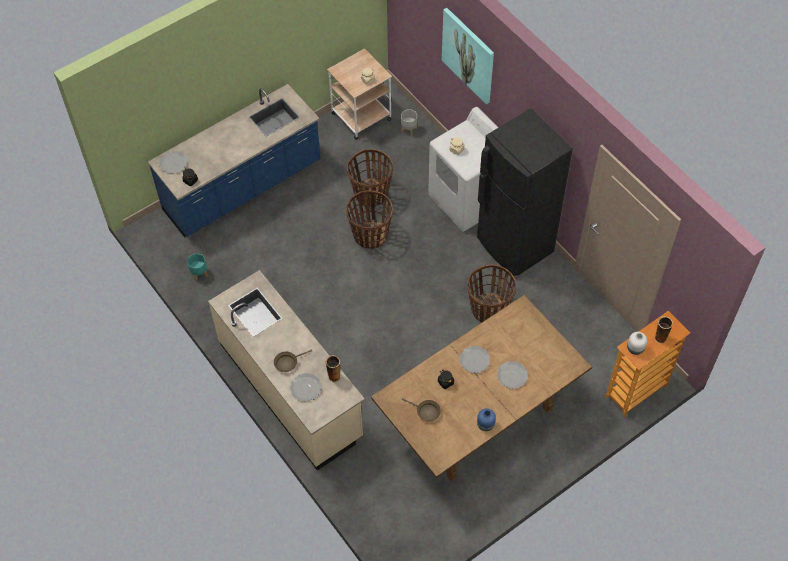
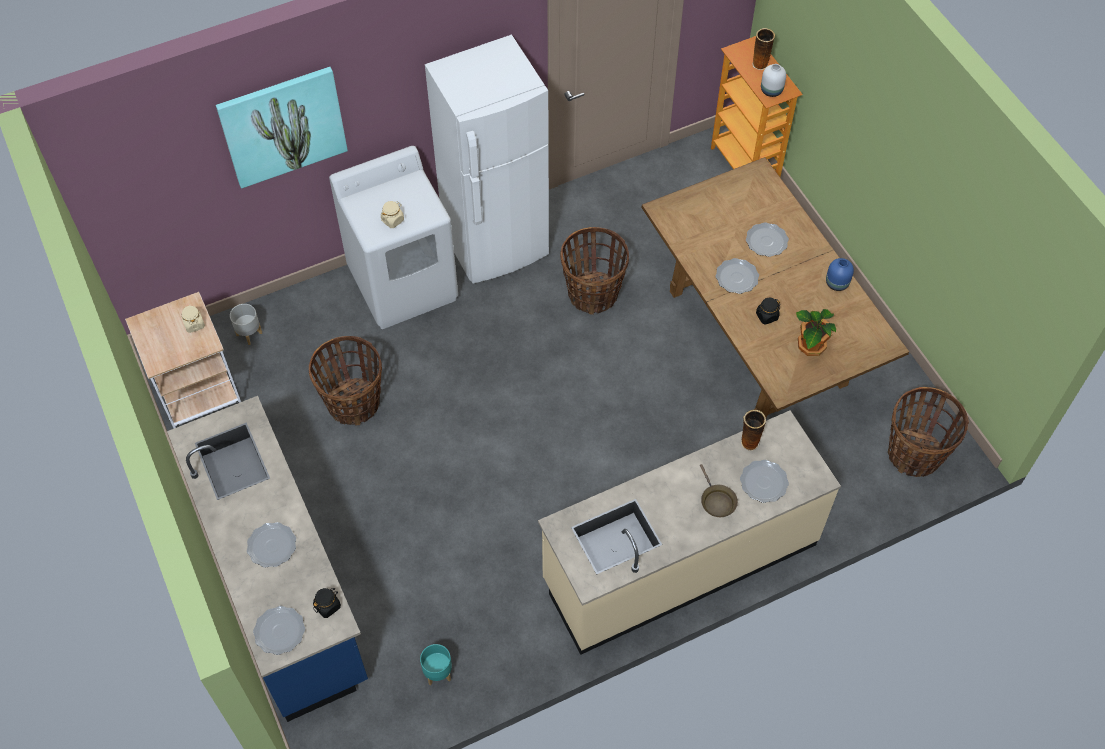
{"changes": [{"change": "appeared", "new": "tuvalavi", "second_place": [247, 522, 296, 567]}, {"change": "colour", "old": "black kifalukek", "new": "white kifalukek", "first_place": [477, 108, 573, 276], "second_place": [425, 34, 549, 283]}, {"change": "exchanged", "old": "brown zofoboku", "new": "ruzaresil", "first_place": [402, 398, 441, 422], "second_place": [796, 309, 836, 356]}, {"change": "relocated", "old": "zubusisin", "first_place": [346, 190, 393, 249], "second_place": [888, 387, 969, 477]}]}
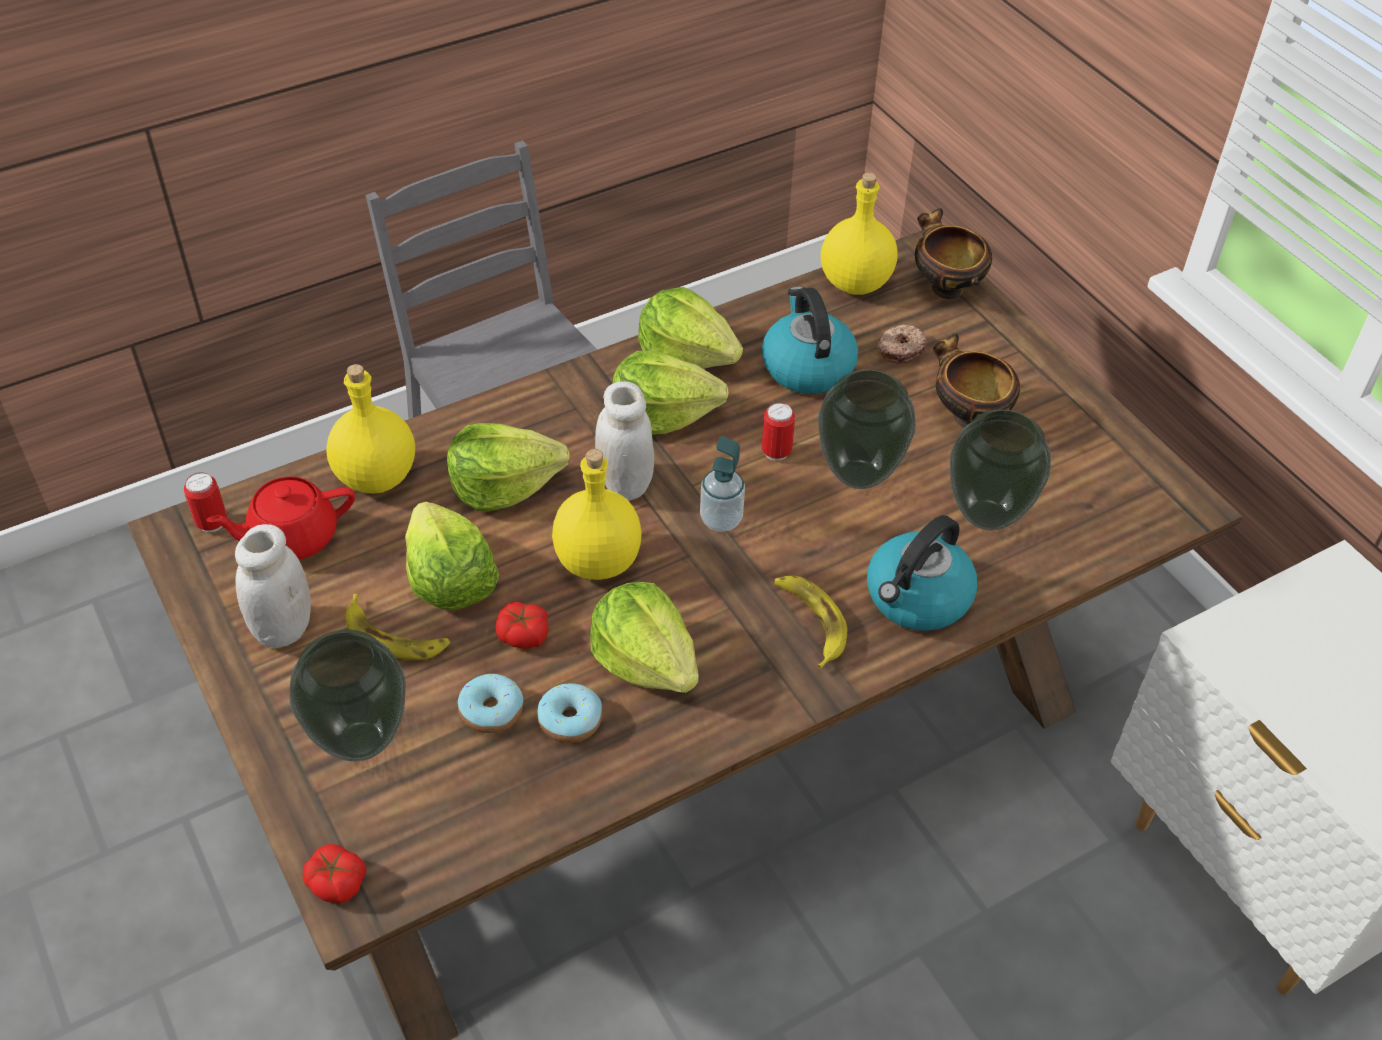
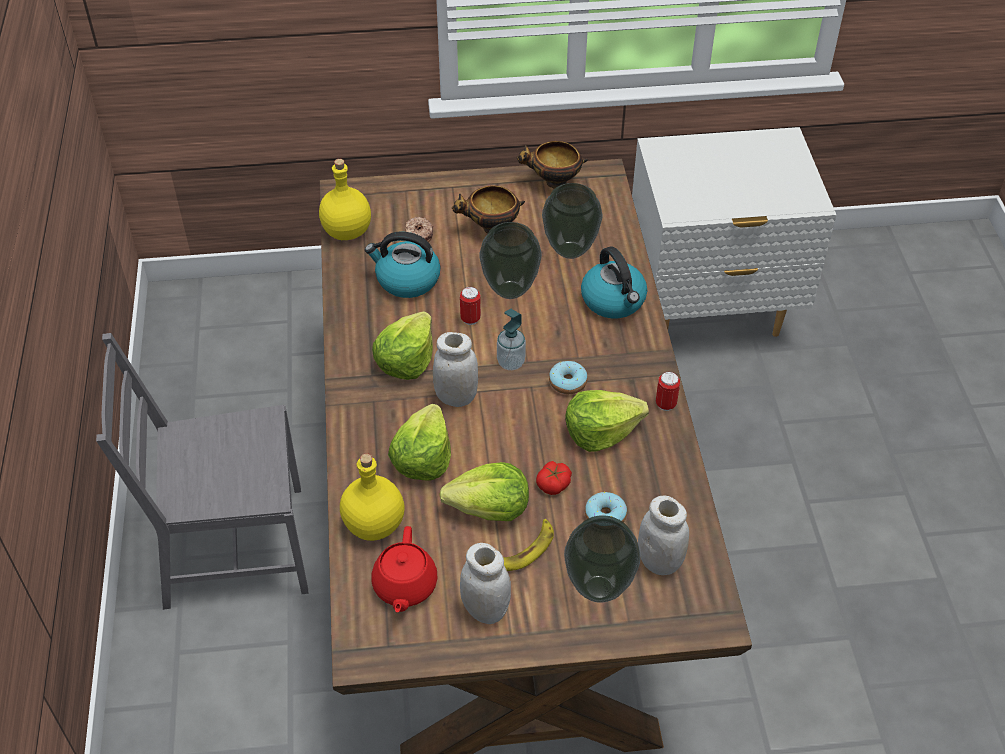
{"changes": [{"change": "relocated", "old": "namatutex", "first_place": [915, 208, 992, 299], "second_place": [517, 141, 588, 189]}, {"change": "relocated", "old": "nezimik", "first_place": [537, 683, 602, 743], "second_place": [549, 361, 588, 394]}, {"change": "appeared", "new": "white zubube", "second_place": [638, 496, 689, 575]}, {"change": "relocated", "old": "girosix", "first_place": [184, 472, 227, 532], "second_place": [656, 371, 680, 411]}, {"change": "missing", "old": "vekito", "first_place": [303, 844, 366, 903]}, {"change": "missing", "old": "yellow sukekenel", "first_place": [552, 449, 642, 580]}, {"change": "missing", "old": "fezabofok", "first_place": [638, 287, 743, 369]}, {"change": "missing", "old": "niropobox", "first_place": [775, 576, 847, 668]}]}
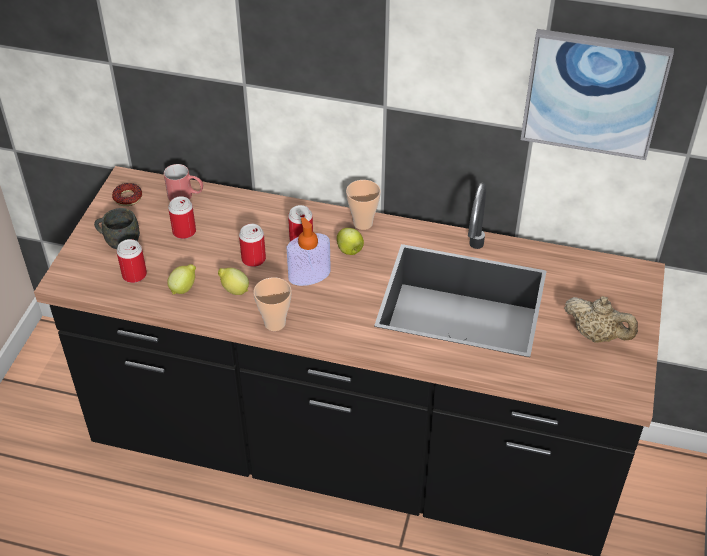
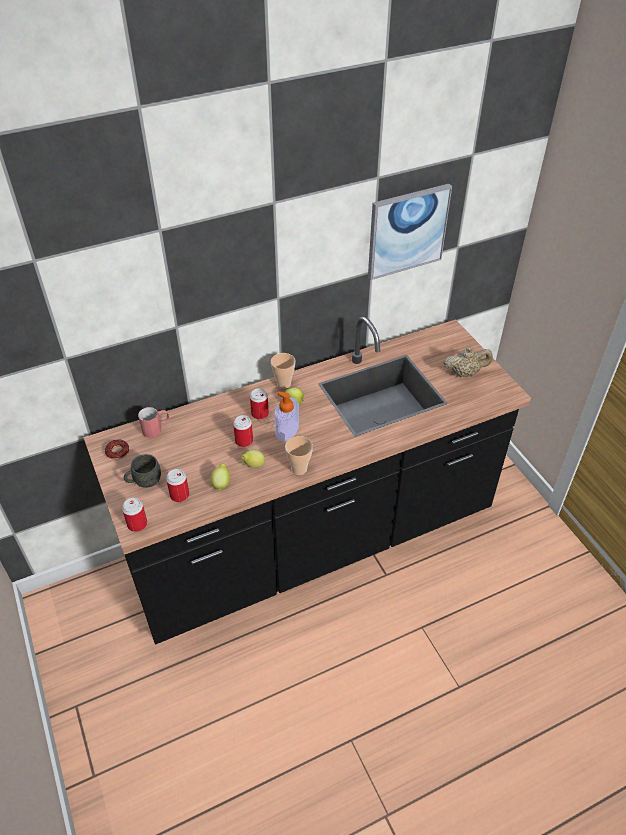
{"changes": [{"change": "relocated", "old": "girosix", "first_place": [168, 196, 196, 239], "second_place": [122, 498, 147, 532]}]}
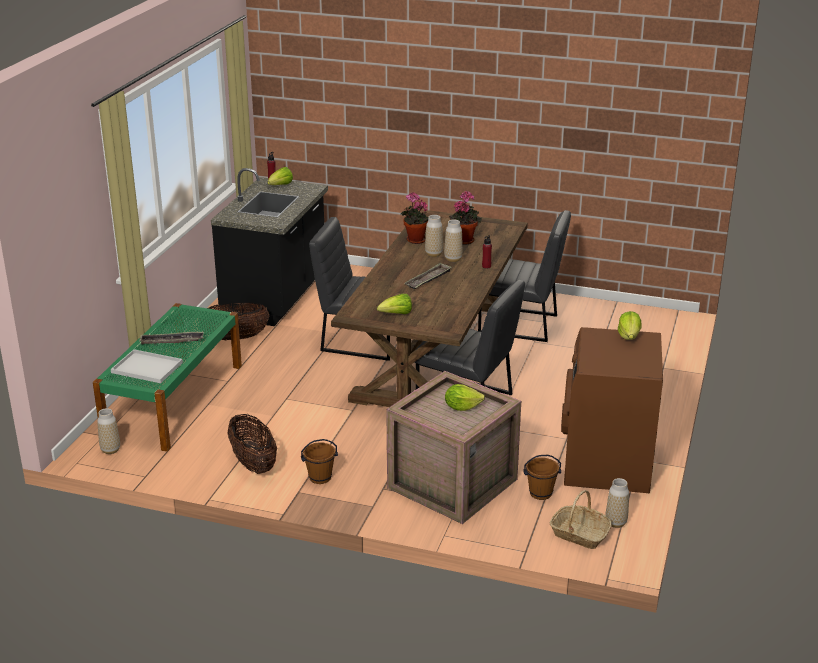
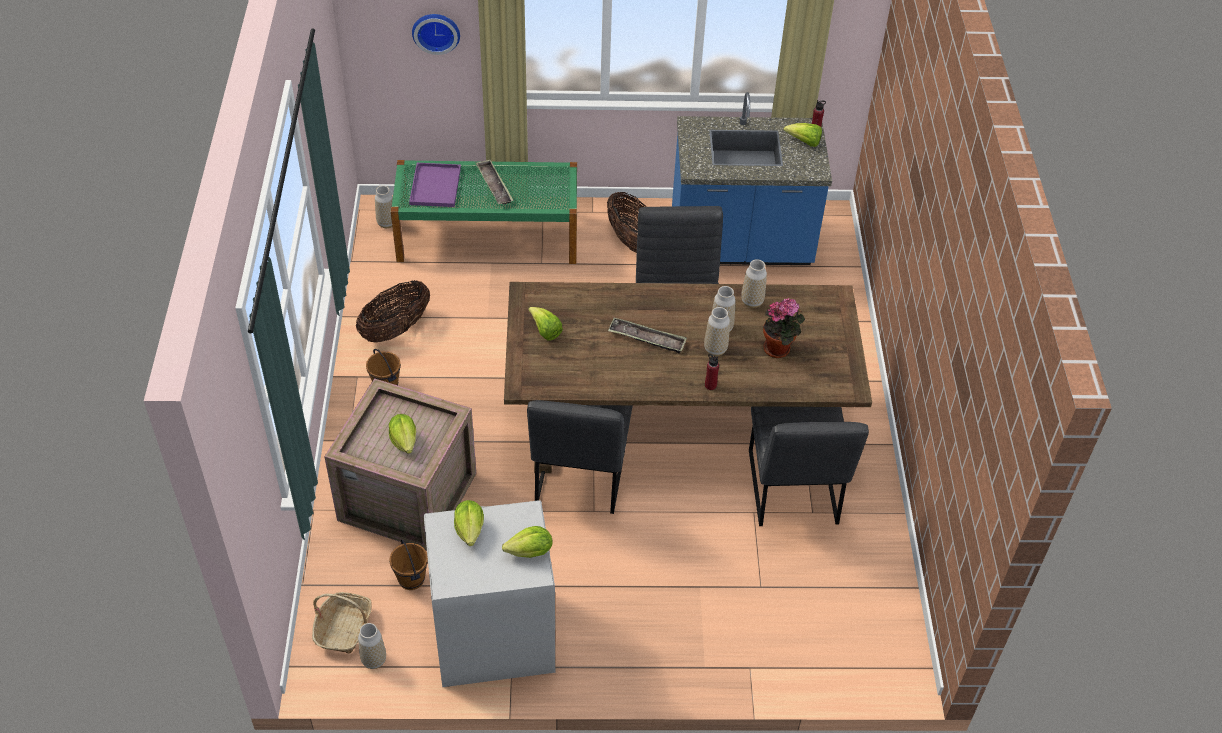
{"changes": [{"change": "colour", "old": "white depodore", "new": "purple depodore", "first_place": [111, 349, 183, 383], "second_place": [409, 163, 461, 207]}, {"change": "appeared", "new": "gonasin", "second_place": [412, 14, 460, 55]}, {"change": "colour", "old": "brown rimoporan", "new": "white rimoporan", "first_place": [561, 327, 663, 493], "second_place": [424, 500, 555, 687]}, {"change": "appeared", "new": "fezabofok", "second_place": [454, 500, 484, 546]}, {"change": "colour", "old": "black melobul", "new": "blue melobul", "first_place": [211, 168, 328, 326], "second_place": [672, 92, 832, 265]}, {"change": "exchanged", "old": "ruzaresil", "new": "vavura", "first_place": [401, 192, 428, 244], "second_place": [741, 259, 767, 308]}]}
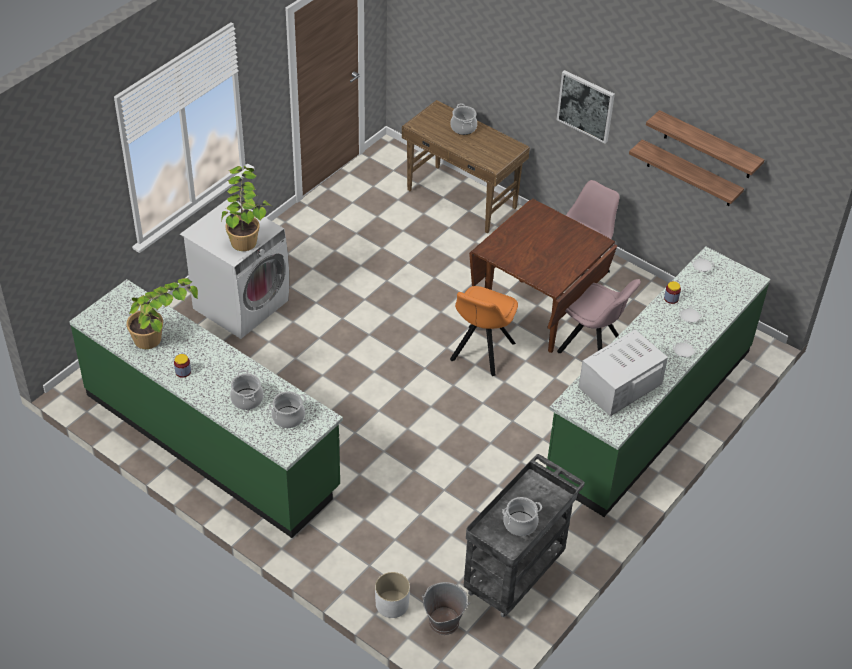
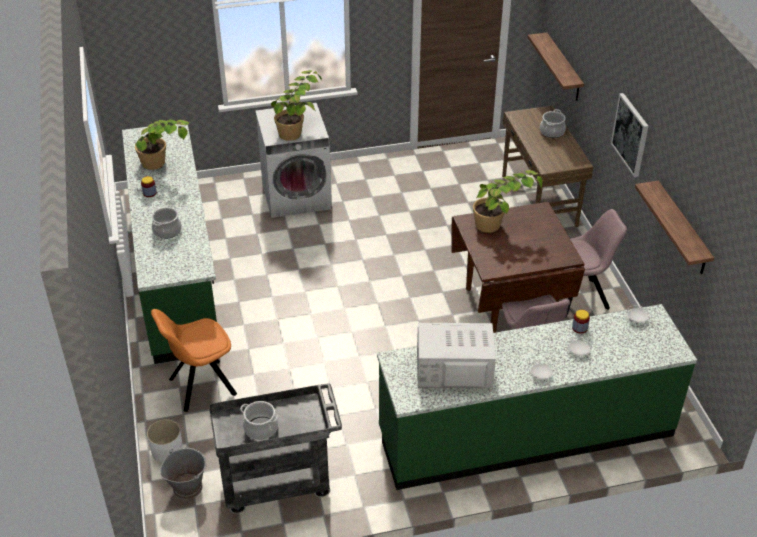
{"changes": [{"change": "relocated", "old": "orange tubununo", "first_place": [450, 286, 518, 376], "second_place": [151, 309, 237, 412]}, {"change": "appeared", "new": "ruzaresil", "second_place": [473, 170, 542, 233]}, {"change": "relocated", "old": "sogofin", "first_place": [646, 110, 764, 178], "second_place": [528, 33, 584, 101]}, {"change": "missing", "old": "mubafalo", "first_place": [268, 391, 306, 428]}]}
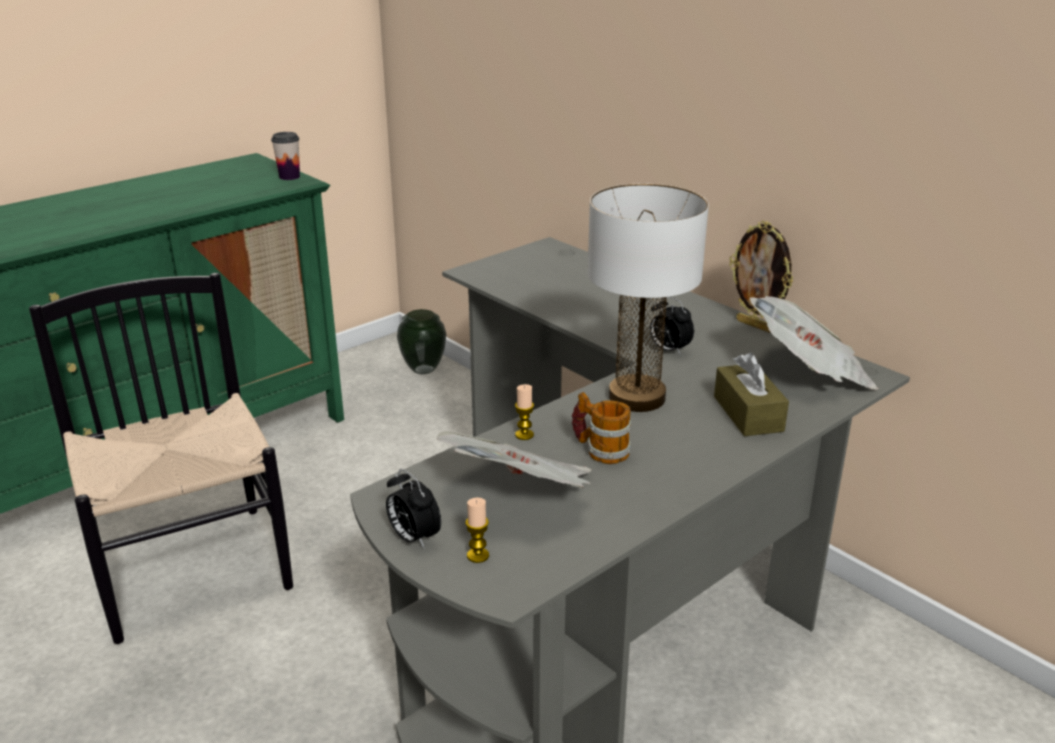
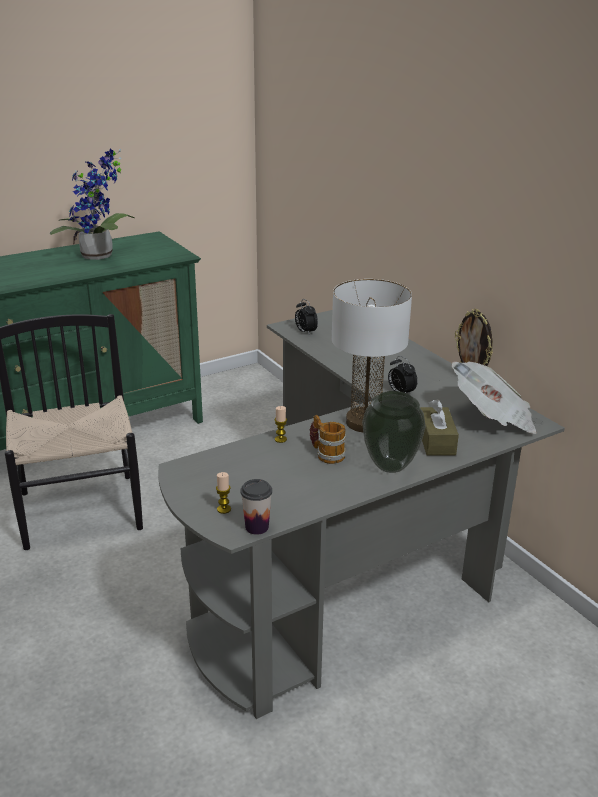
{"changes": [{"change": "appeared", "new": "ruzaresil", "second_place": [50, 149, 135, 260]}, {"change": "relocated", "old": "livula", "first_place": [271, 132, 300, 180], "second_place": [240, 479, 272, 535]}, {"change": "relocated", "old": "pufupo", "first_place": [386, 469, 441, 549], "second_place": [295, 299, 318, 336]}, {"change": "relocated", "old": "vavura", "first_place": [397, 309, 446, 374], "second_place": [362, 391, 426, 473]}, {"change": "missing", "old": "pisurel", "first_place": [436, 431, 591, 488]}]}
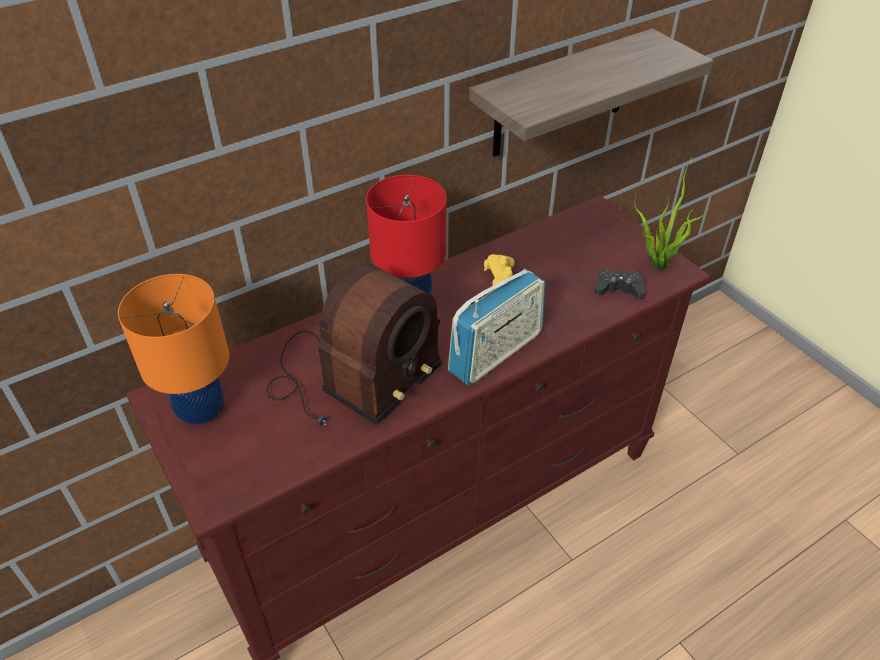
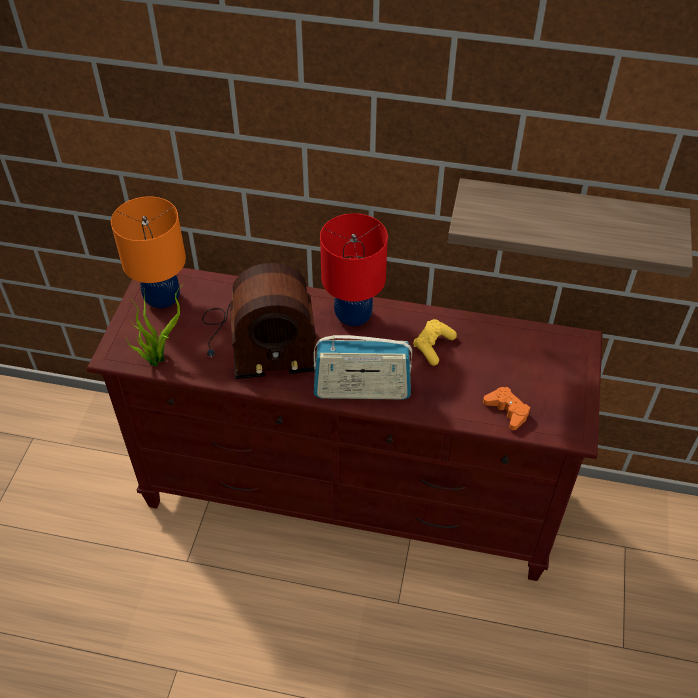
{"changes": [{"change": "relocated", "old": "ruzaresil", "first_place": [635, 158, 708, 270], "second_place": [125, 289, 180, 366]}, {"change": "colour", "old": "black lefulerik", "new": "orange lefulerik", "first_place": [595, 269, 646, 299], "second_place": [483, 387, 530, 430]}]}
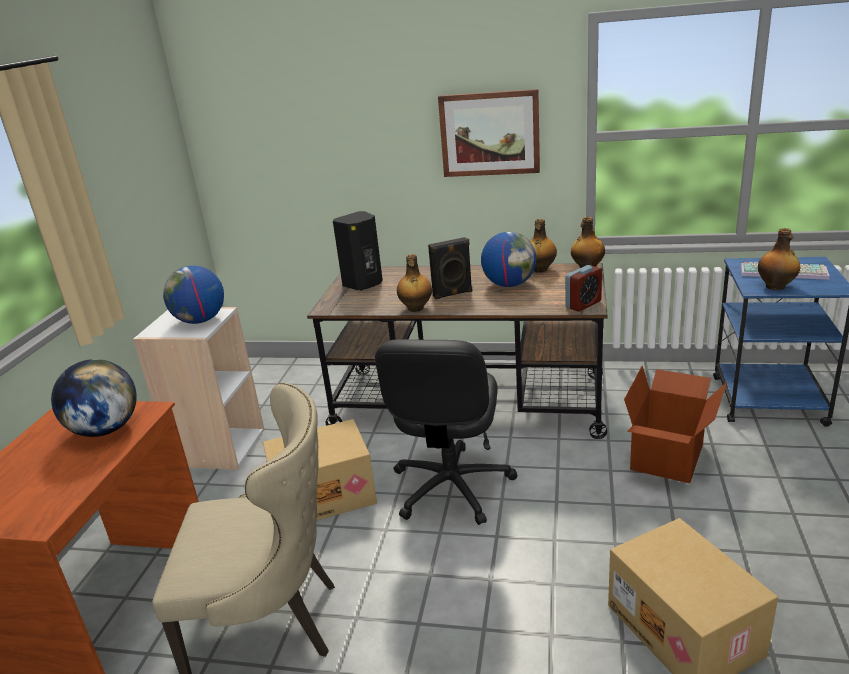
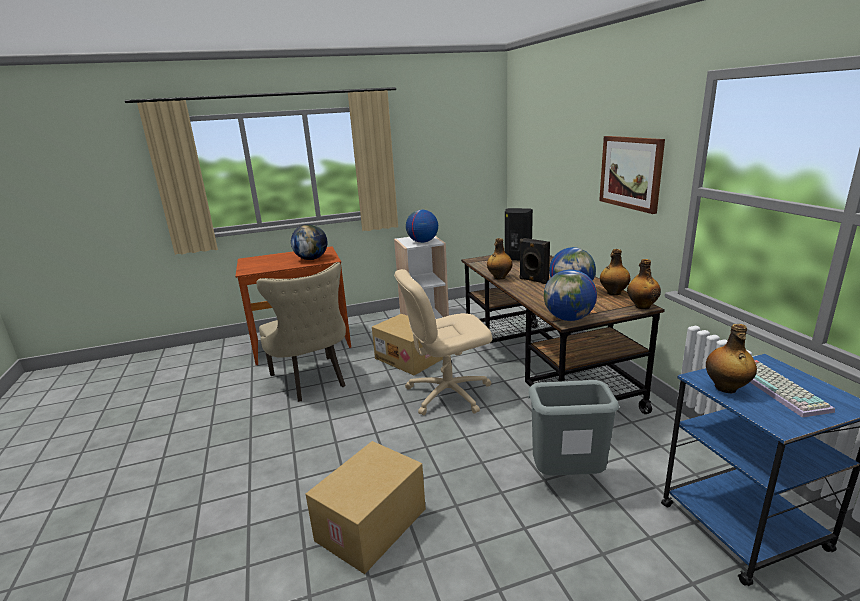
{"changes": [{"change": "colour", "old": "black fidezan", "new": "beige fidezan", "first_place": [375, 339, 518, 525], "second_place": [394, 269, 492, 415]}, {"change": "exchanged", "old": "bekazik", "new": "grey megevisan", "first_place": [624, 366, 727, 483], "second_place": [528, 380, 619, 476]}, {"change": "exchanged", "old": "pufupo", "new": "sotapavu", "first_place": [565, 265, 602, 312], "second_place": [544, 269, 597, 321]}]}
